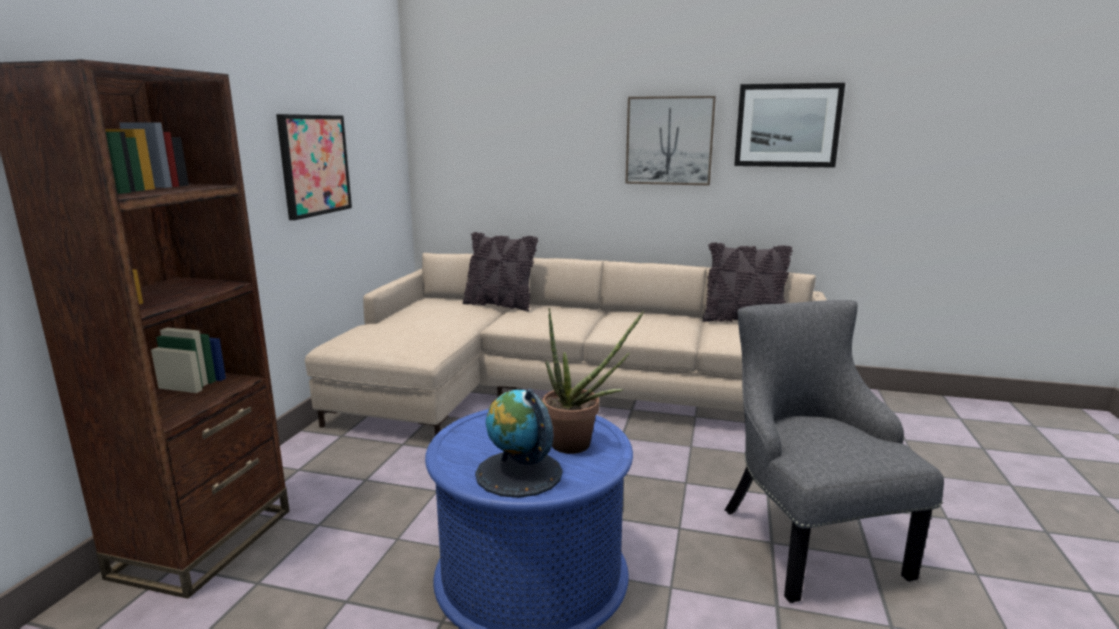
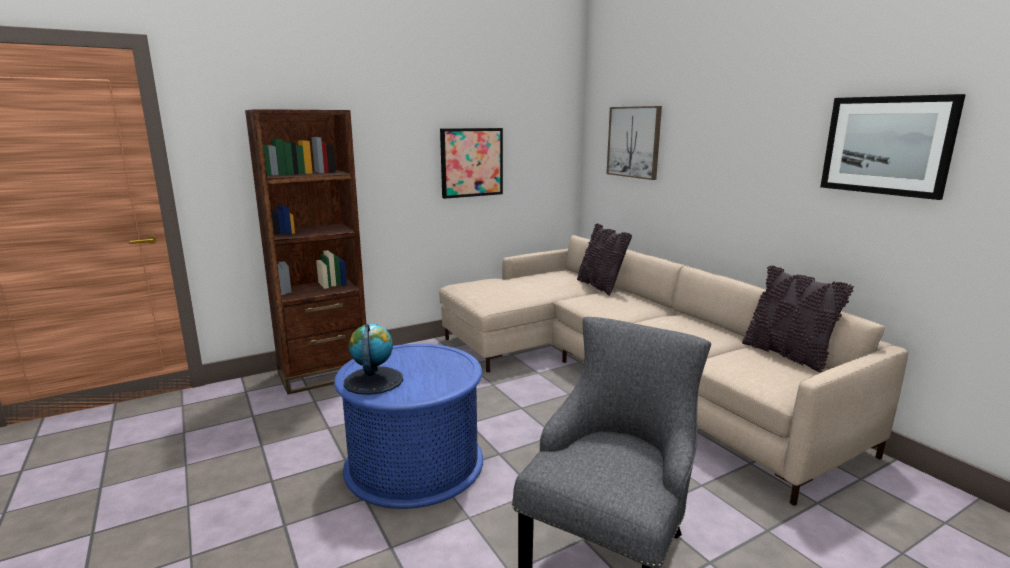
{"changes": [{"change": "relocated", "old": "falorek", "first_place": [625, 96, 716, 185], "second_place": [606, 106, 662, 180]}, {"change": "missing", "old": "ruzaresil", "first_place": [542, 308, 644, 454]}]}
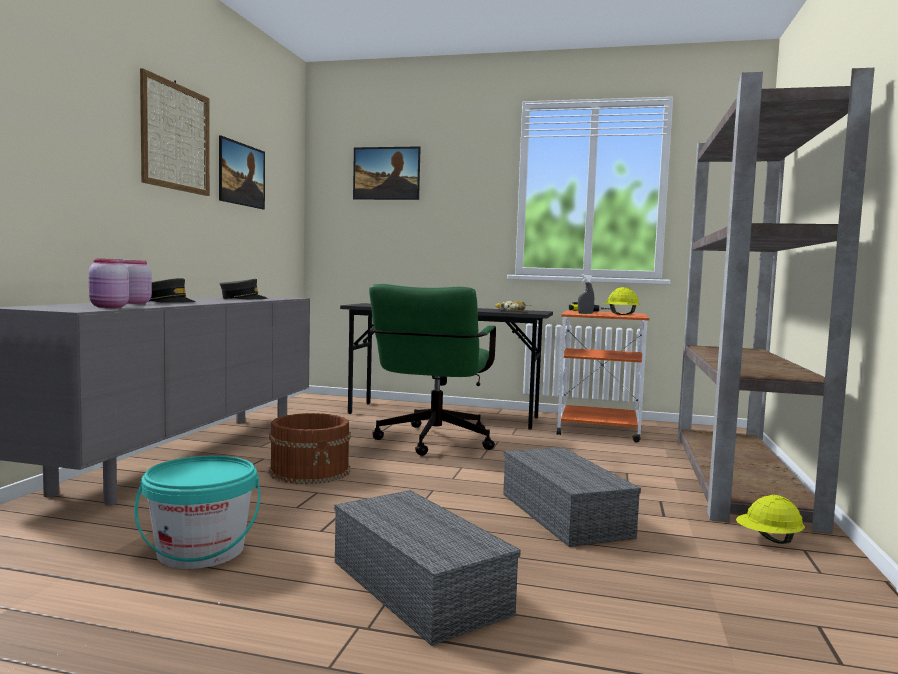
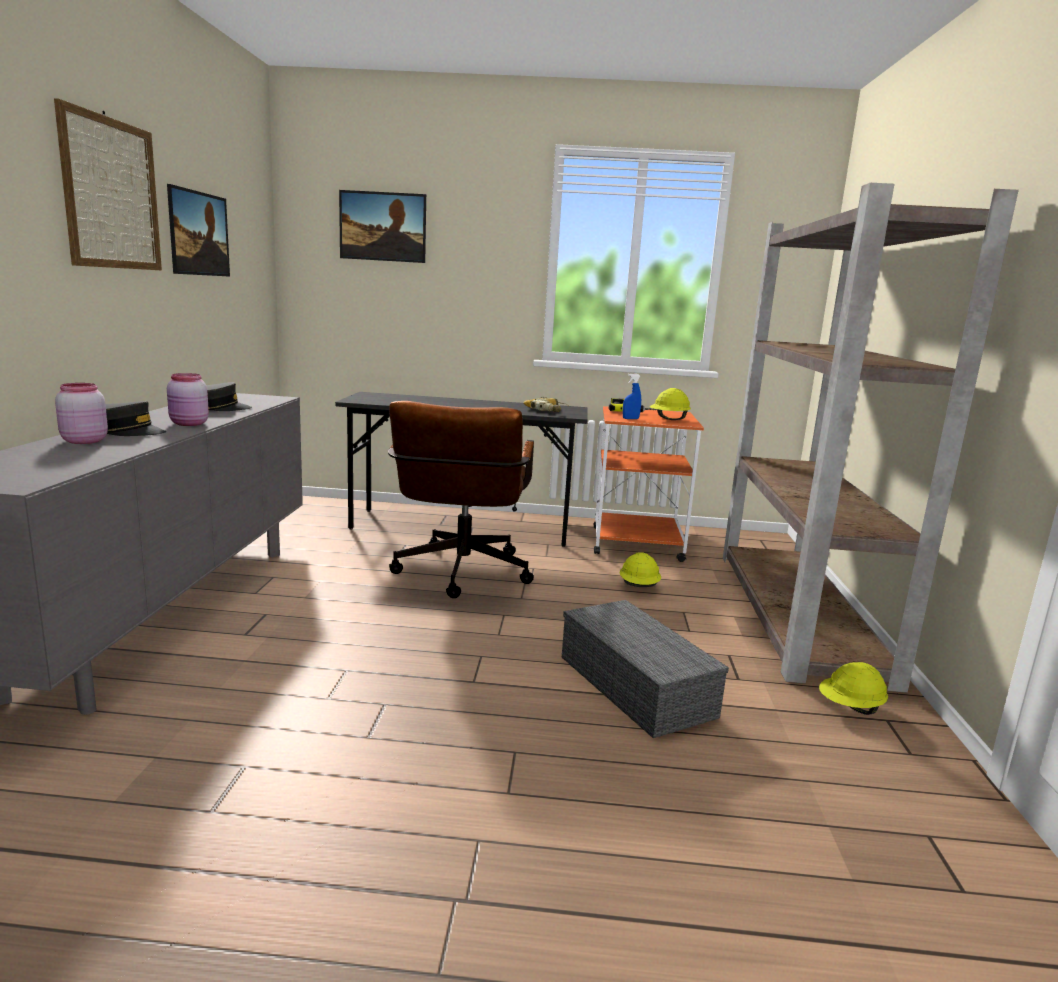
{"changes": [{"change": "relocated", "old": "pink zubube", "first_place": [89, 258, 129, 308], "second_place": [167, 373, 209, 426]}, {"change": "colour", "old": "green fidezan", "new": "brown fidezan", "first_place": [369, 284, 496, 456], "second_place": [388, 401, 534, 598]}, {"change": "appeared", "new": "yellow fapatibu", "second_place": [619, 552, 661, 587]}, {"change": "colour", "old": "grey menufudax", "new": "blue menufudax", "first_place": [578, 274, 594, 314], "second_place": [623, 374, 641, 419]}, {"change": "missing", "old": "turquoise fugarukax", "first_place": [134, 456, 261, 569]}, {"change": "missing", "old": "brown fugarukax", "first_place": [269, 413, 351, 484]}, {"change": "missing", "old": "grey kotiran", "first_place": [334, 490, 521, 646]}]}
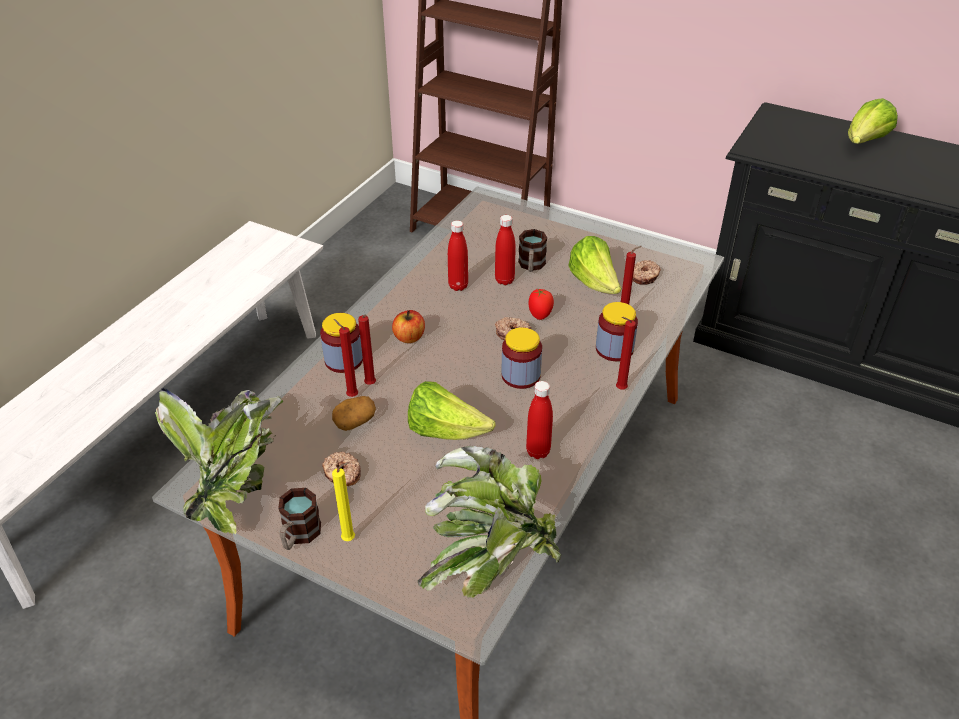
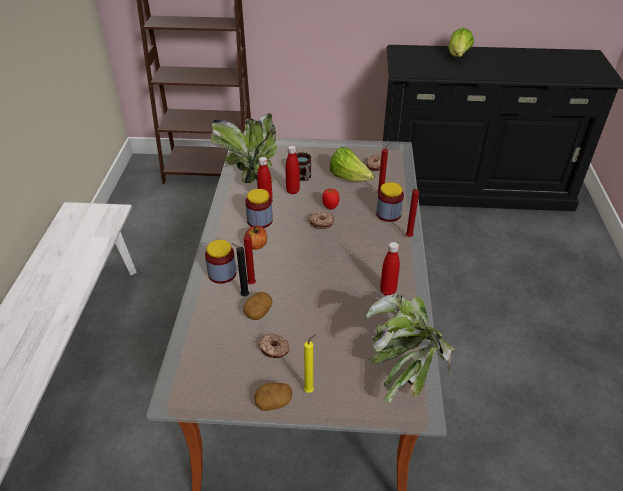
{"changes": [{"change": "relocated", "old": "ruzaresil", "first_place": [155, 388, 283, 534], "second_place": [211, 113, 277, 183]}, {"change": "colour", "old": "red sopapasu", "new": "black sopapasu", "first_place": [334, 319, 358, 397], "second_place": [232, 243, 249, 296]}, {"change": "relocated", "old": "zubube", "first_place": [501, 327, 542, 389], "second_place": [245, 189, 273, 228]}, {"change": "exchanged", "old": "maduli", "new": "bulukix", "first_place": [278, 488, 321, 550], "second_place": [254, 383, 292, 411]}, {"change": "missing", "old": "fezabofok", "first_place": [408, 381, 496, 440]}]}
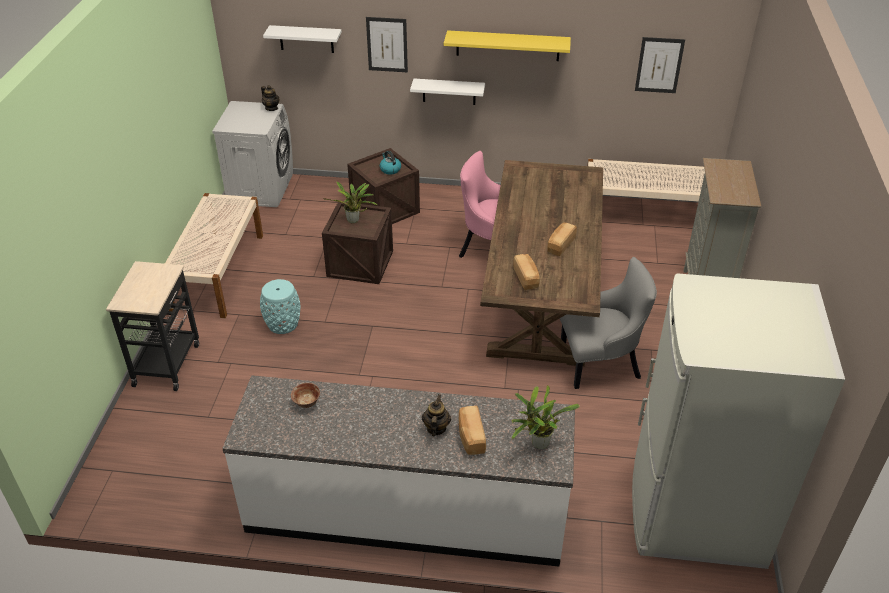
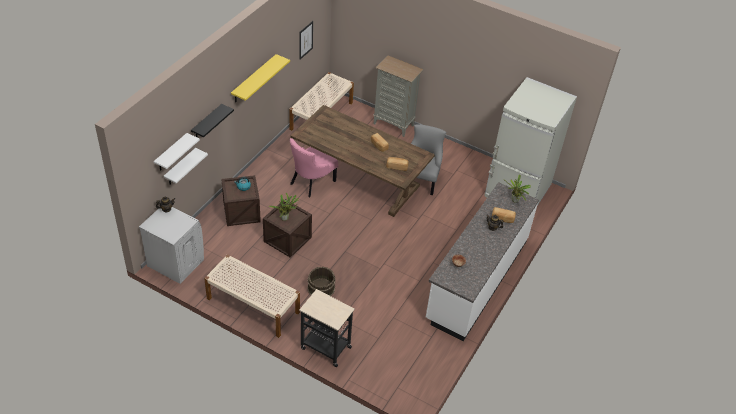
{"changes": [{"change": "relocated", "old": "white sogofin", "first_place": [410, 79, 485, 105], "second_place": [164, 148, 208, 184]}, {"change": "exchanged", "old": "falorek", "new": "black sogofin", "first_place": [366, 17, 408, 72], "second_place": [191, 104, 234, 138]}, {"change": "exchanged", "old": "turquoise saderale", "new": "brown fugarukax", "first_place": [260, 279, 300, 334], "second_place": [307, 267, 336, 296]}]}
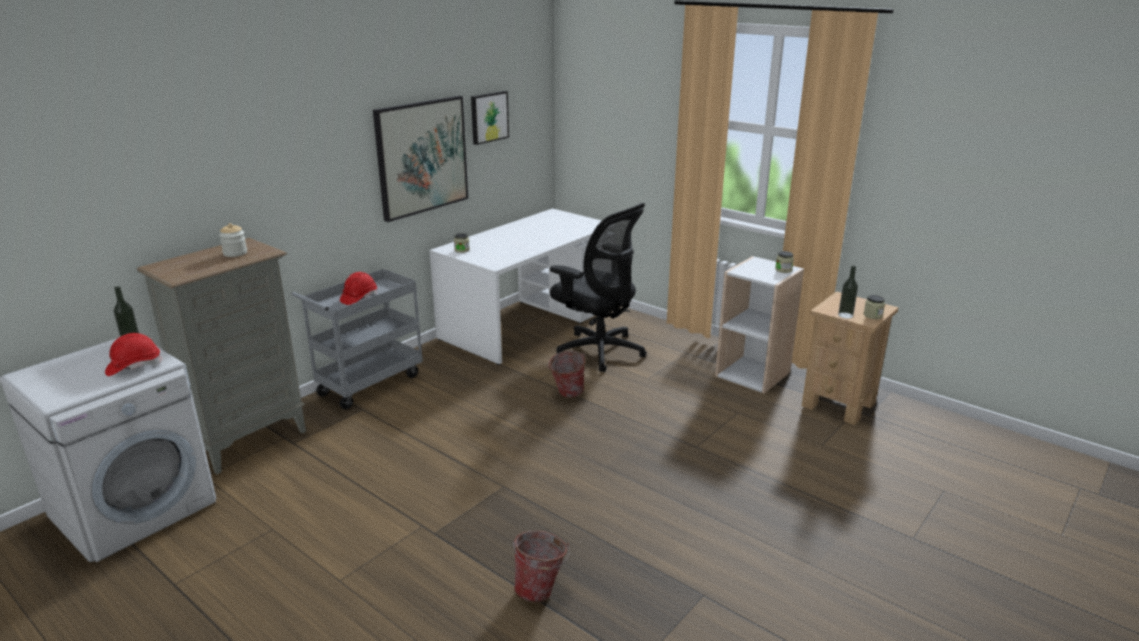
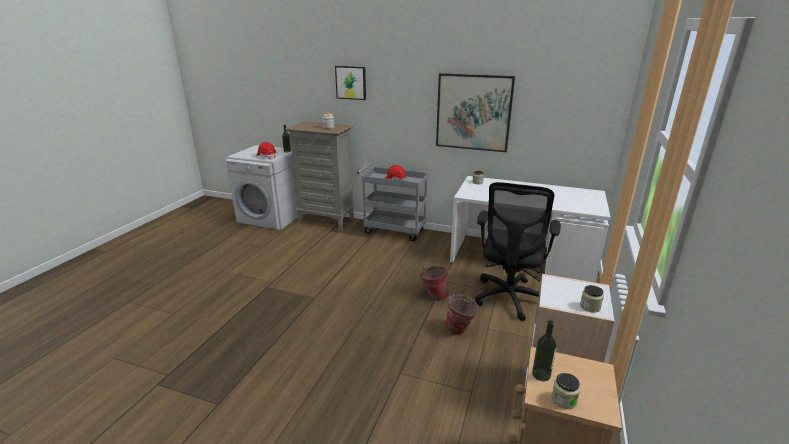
{"changes": [{"change": "relocated", "old": "falorek", "first_place": [471, 91, 509, 145], "second_place": [335, 66, 366, 100]}, {"change": "relocated", "old": "fugarukax", "first_place": [513, 531, 569, 603], "second_place": [445, 293, 479, 335]}]}
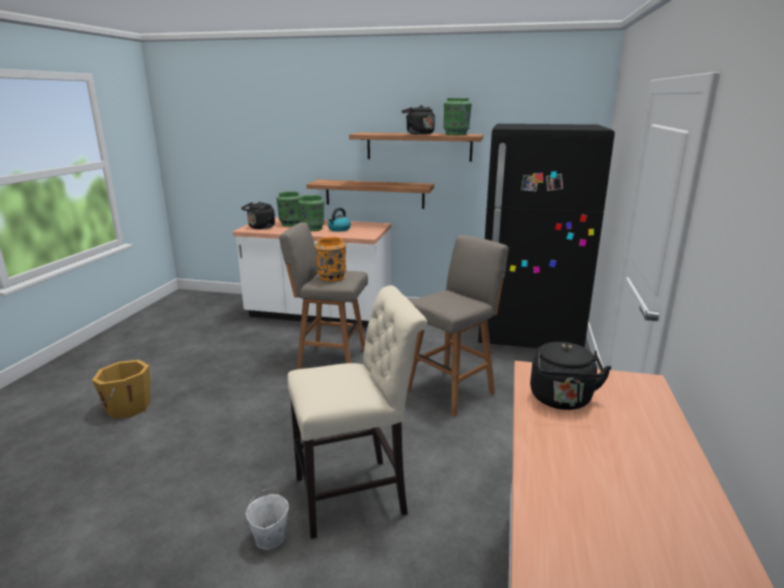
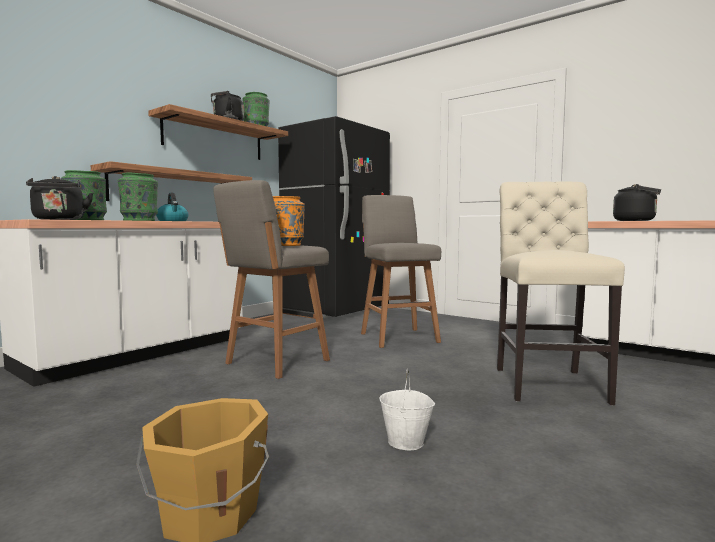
{"changes": [{"change": "relocated", "old": "white fugarukax", "first_place": [246, 489, 289, 550], "second_place": [380, 369, 435, 450]}]}
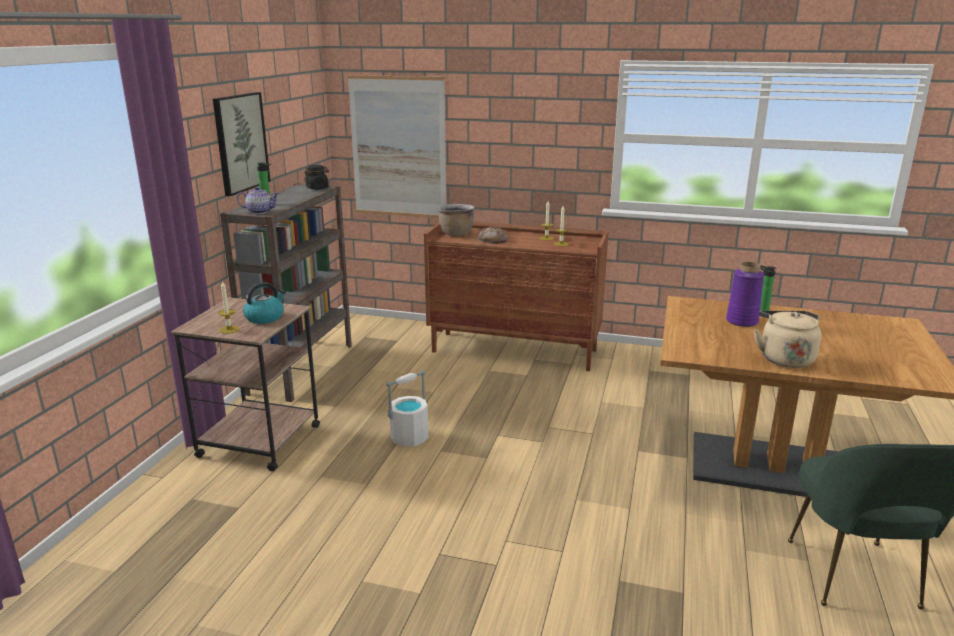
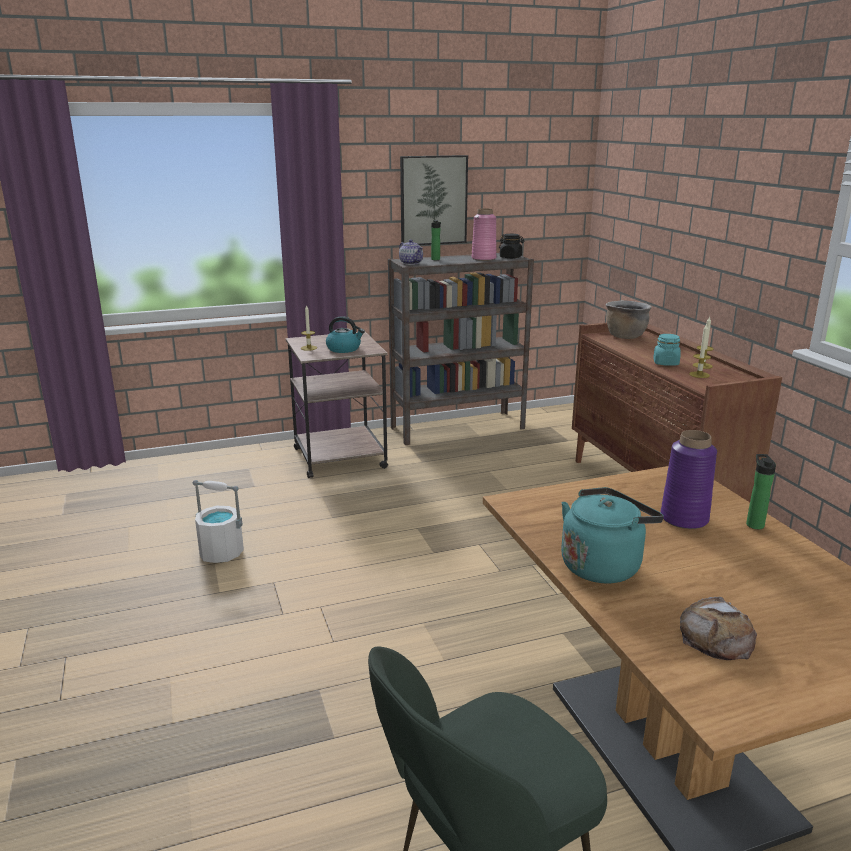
{"changes": [{"change": "relocated", "old": "white fugarukax", "first_place": [386, 371, 428, 446], "second_place": [193, 480, 244, 563]}, {"change": "appeared", "new": "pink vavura", "second_place": [472, 208, 496, 261]}, {"change": "colour", "old": "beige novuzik", "new": "turquoise novuzik", "first_place": [754, 311, 822, 368], "second_place": [561, 487, 664, 583]}, {"change": "appeared", "new": "turquoise zubube", "second_place": [653, 334, 681, 366]}, {"change": "relocated", "old": "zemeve", "first_place": [477, 226, 509, 244], "second_place": [680, 597, 757, 660]}, {"change": "missing", "old": "falorek", "first_place": [347, 75, 446, 218]}]}
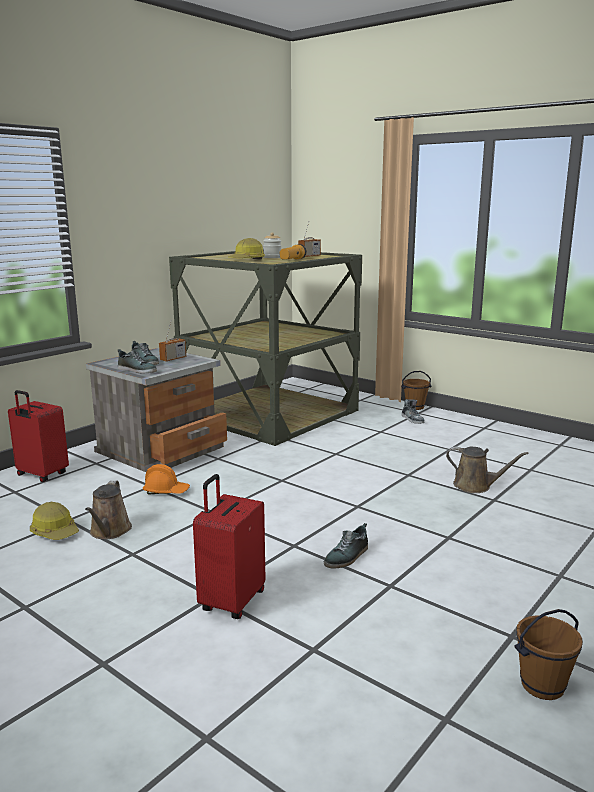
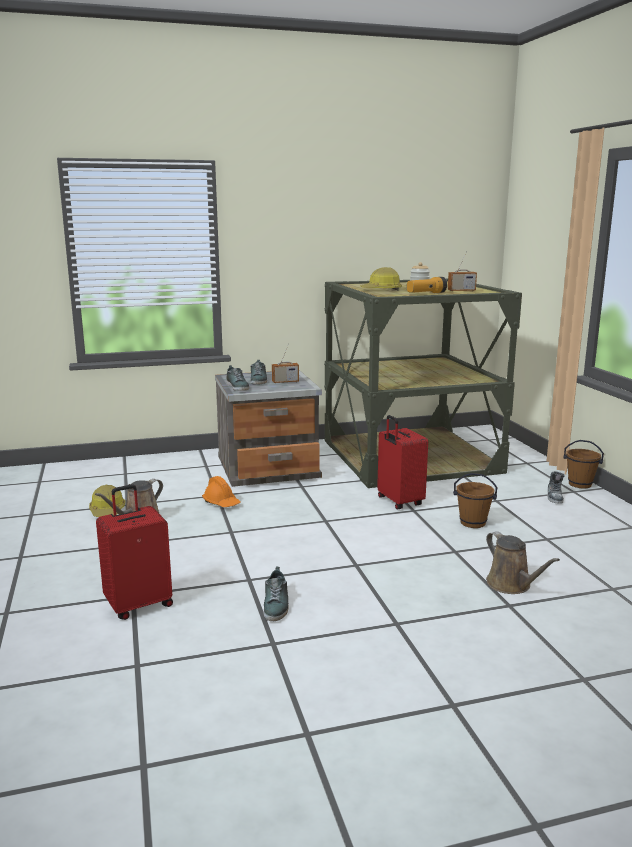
{"changes": [{"change": "spun", "old": "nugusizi", "first_place": [324, 523, 368, 569], "second_place": [263, 567, 288, 621], "degrees": -75}, {"change": "relocated", "old": "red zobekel", "first_place": [8, 390, 69, 482], "second_place": [377, 415, 428, 509]}, {"change": "relocated", "old": "brown fugarukax", "first_place": [514, 609, 583, 700], "second_place": [453, 473, 497, 528]}]}
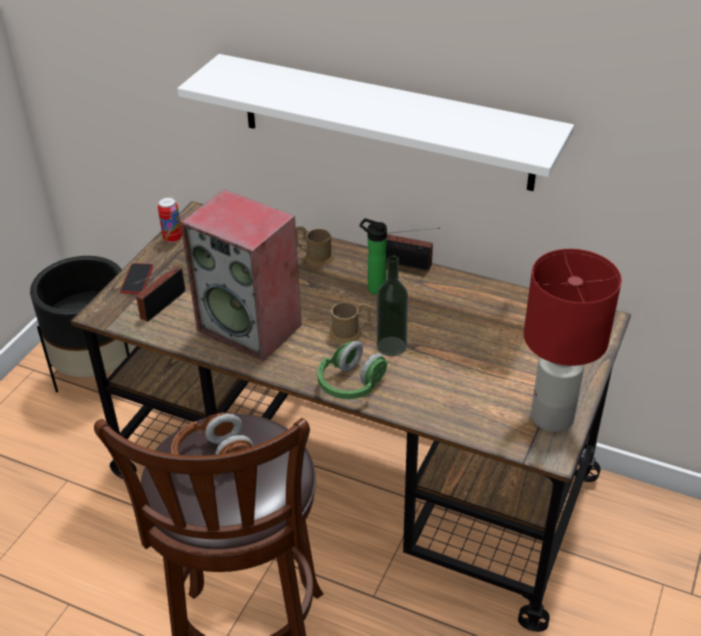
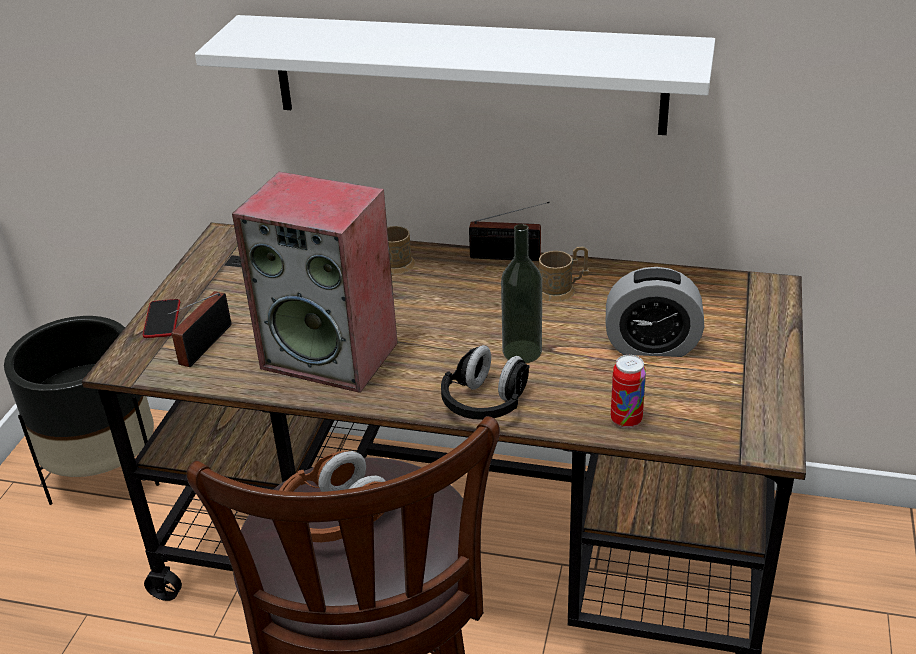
{"changes": [{"change": "colour", "old": "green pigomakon", "new": "black pigomakon", "first_place": [317, 341, 389, 399], "second_place": [441, 345, 530, 420]}, {"change": "relocated", "old": "brown maduli", "first_place": [329, 302, 372, 344], "second_place": [539, 246, 589, 302]}, {"change": "appeared", "new": "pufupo", "second_place": [606, 267, 704, 357]}, {"change": "relocated", "old": "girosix", "first_place": [158, 197, 182, 243], "second_place": [611, 355, 646, 428]}, {"change": "missing", "old": "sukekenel", "first_place": [360, 218, 387, 295]}, {"change": "missing", "old": "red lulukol", "first_place": [524, 249, 622, 432]}]}
